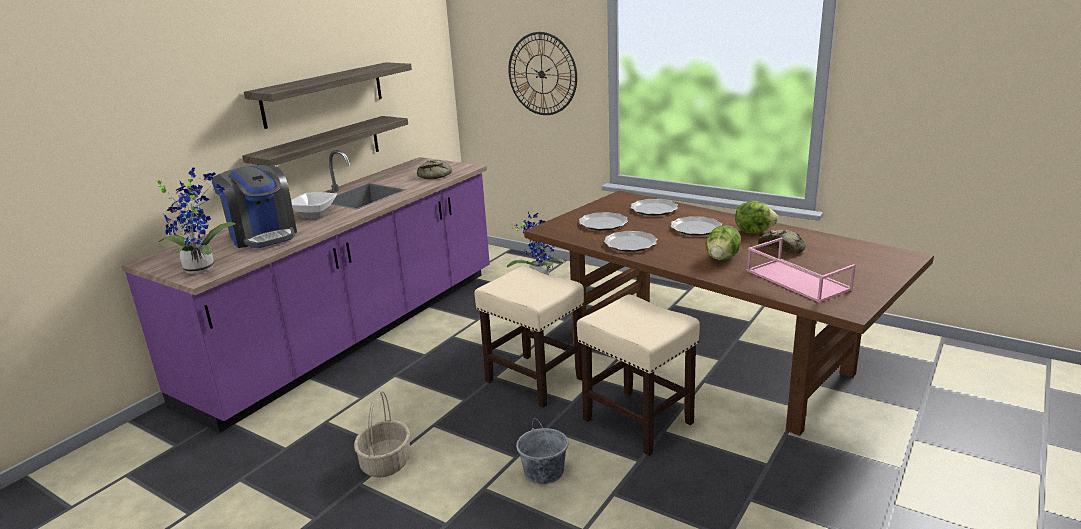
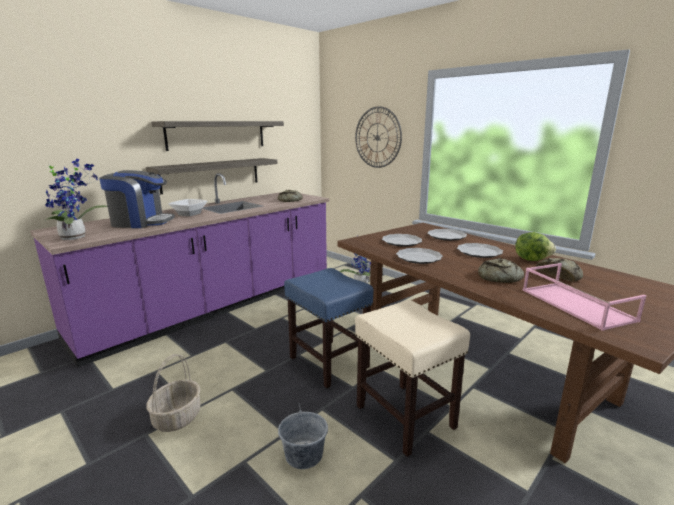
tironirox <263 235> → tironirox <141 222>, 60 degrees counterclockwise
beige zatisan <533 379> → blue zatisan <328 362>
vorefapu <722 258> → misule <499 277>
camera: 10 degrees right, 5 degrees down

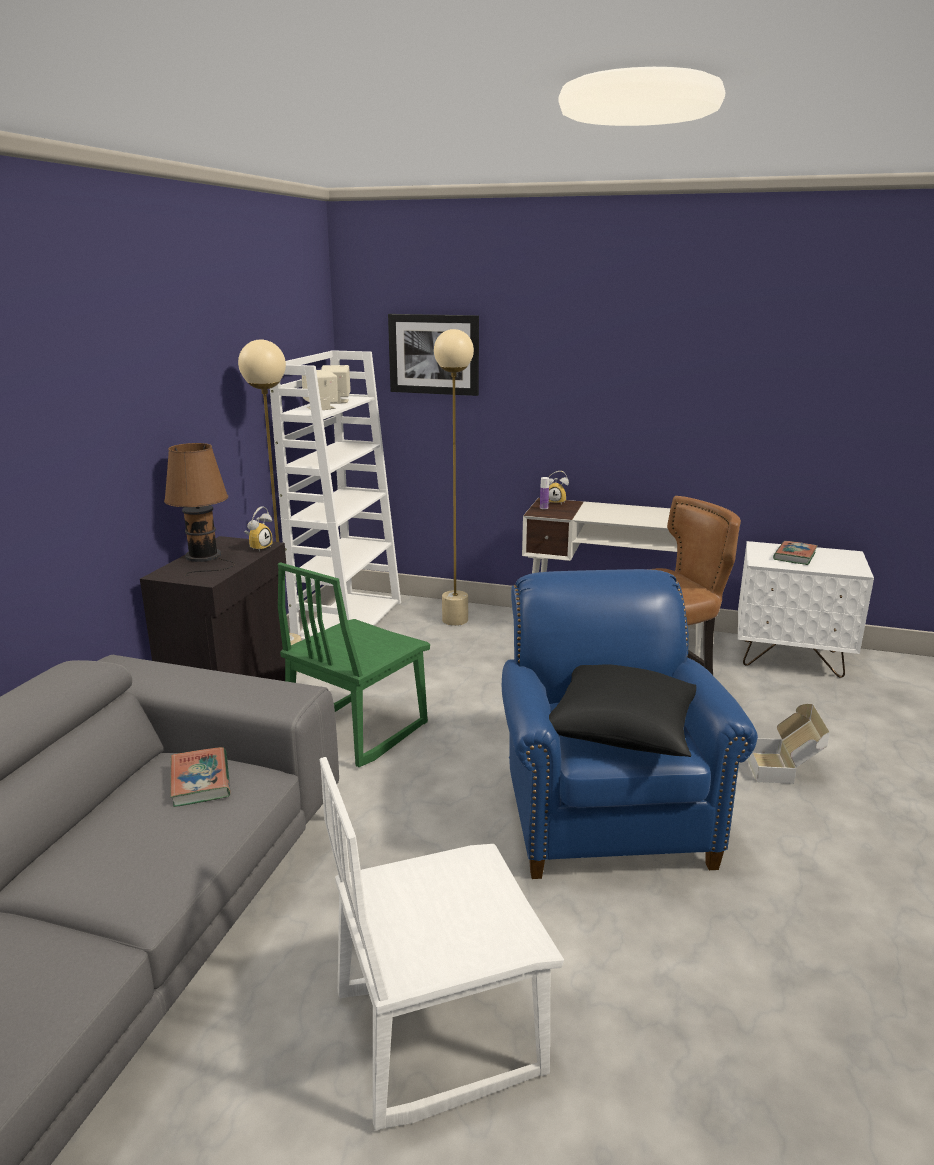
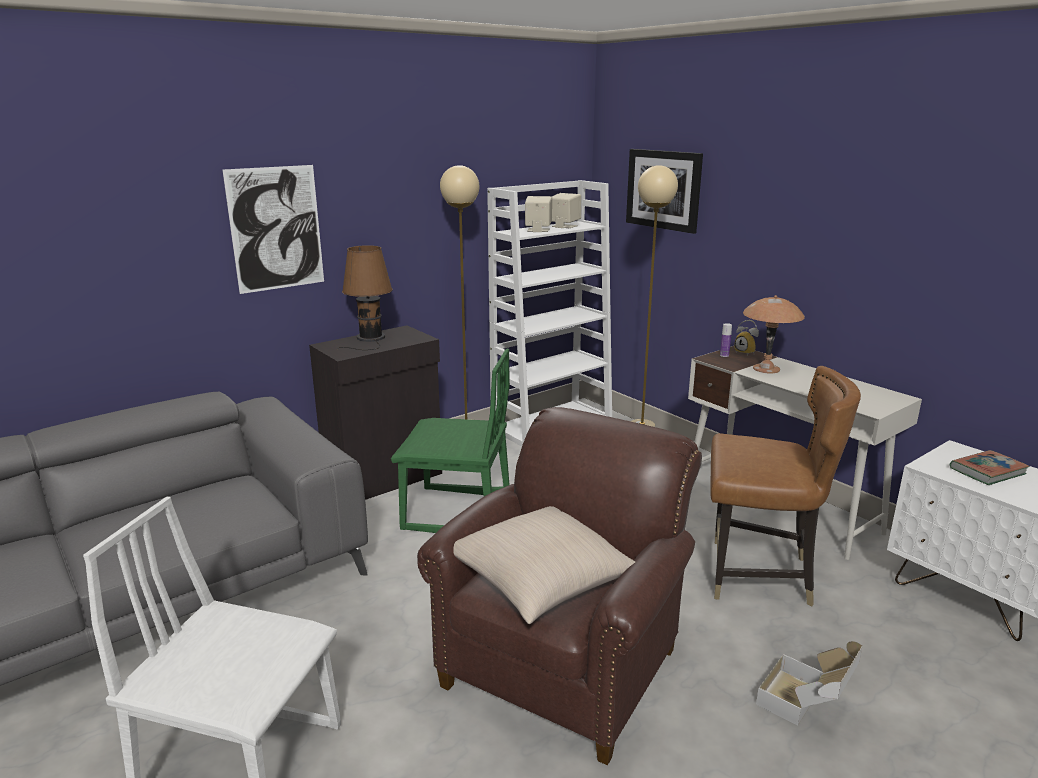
- → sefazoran <276 229>
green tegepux <356 730> → green tegepux <457 513>, 150 degrees counterclockwise
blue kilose <603 811> → brown kilose <566 661>
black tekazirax <622 730> → beige tekazirax <541 580>
- → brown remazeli <766 369>
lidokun <200 781> → -
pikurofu <259 548> → -
camera: 35 degrees right, 0 degrees up

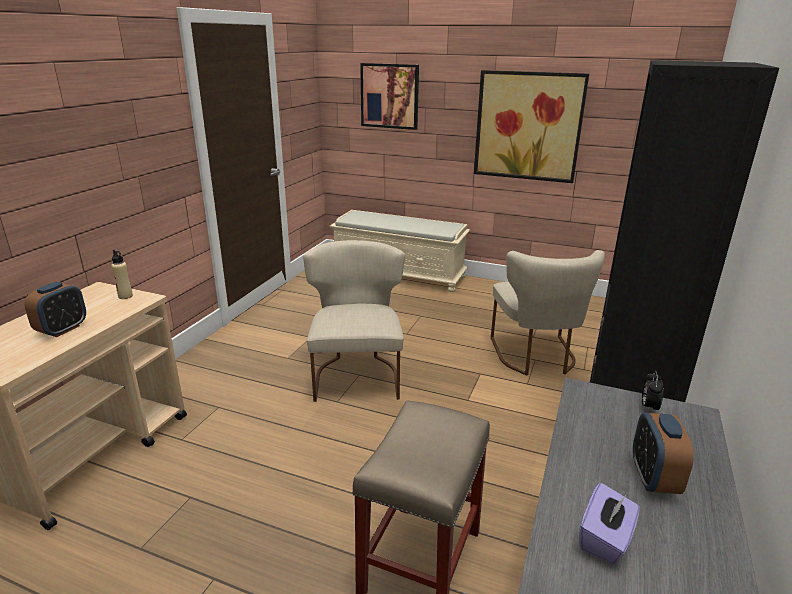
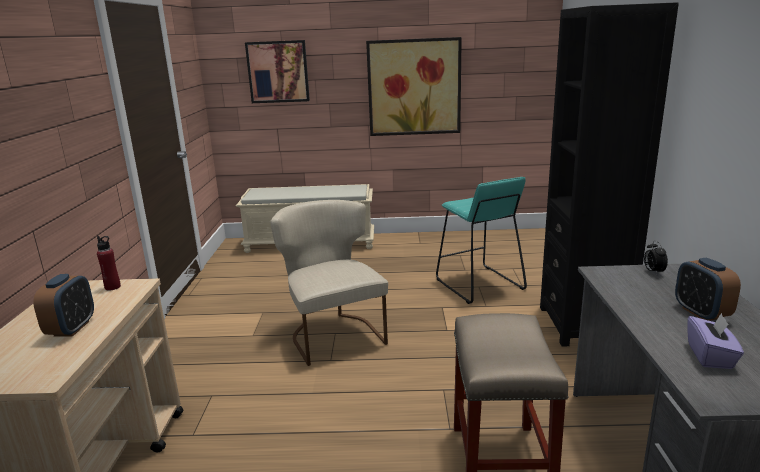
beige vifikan <125 296> → red vifikan <112 287>
beige tegepux <536 357> → turquoise zatisan <478 284>
camera: 20 degrees left, 5 degrees down

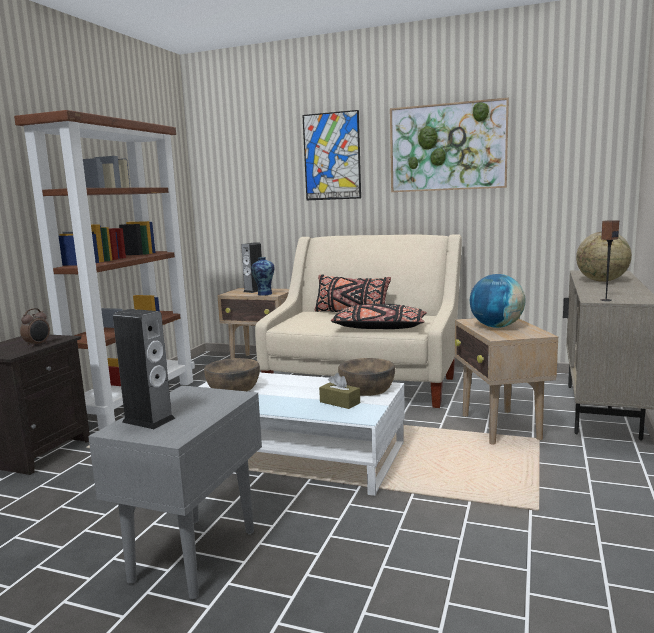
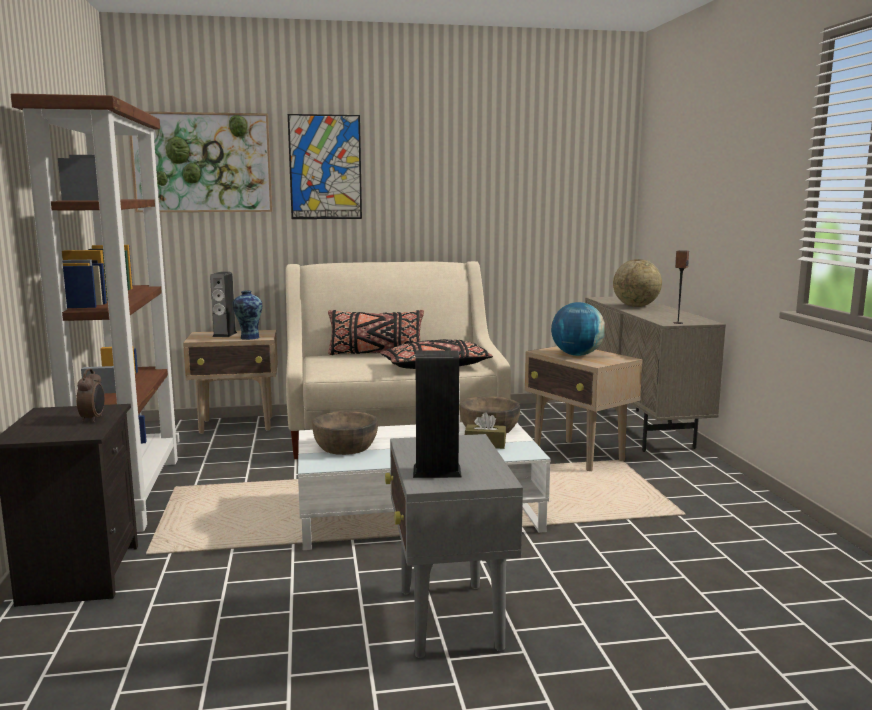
sefazoran <447 147> → sefazoran <202 163>, moved
camera: 30 degrees left, 0 degrees up

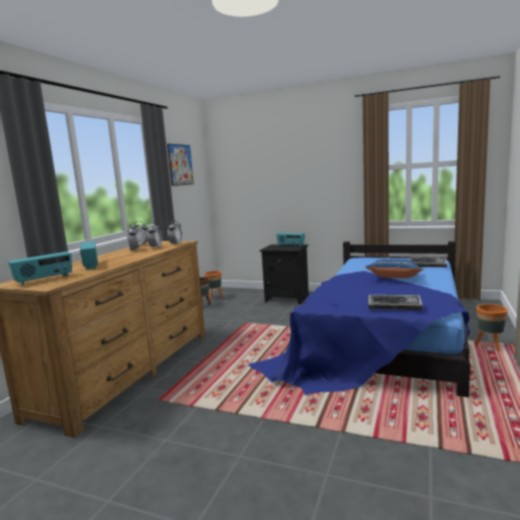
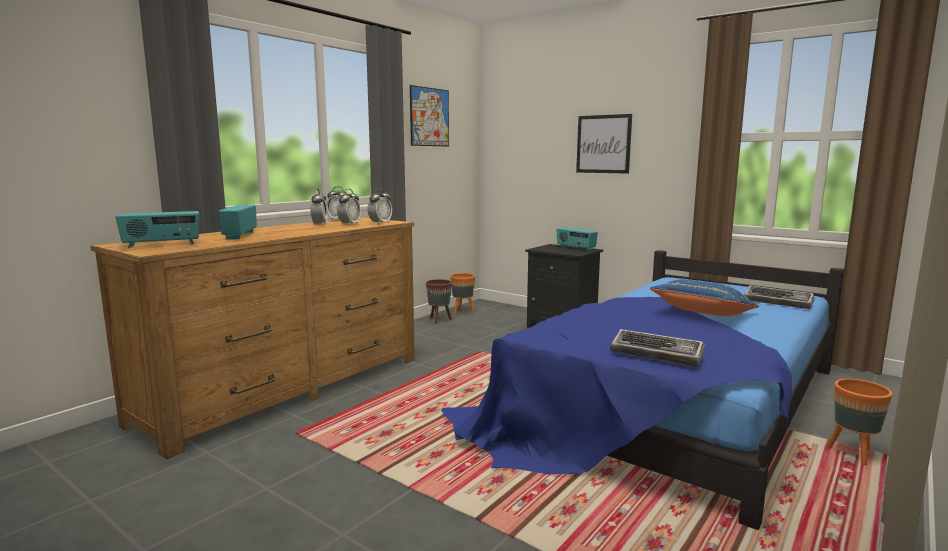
- → sefazoran <603 144>
camera: 15 degrees right, 0 degrees up

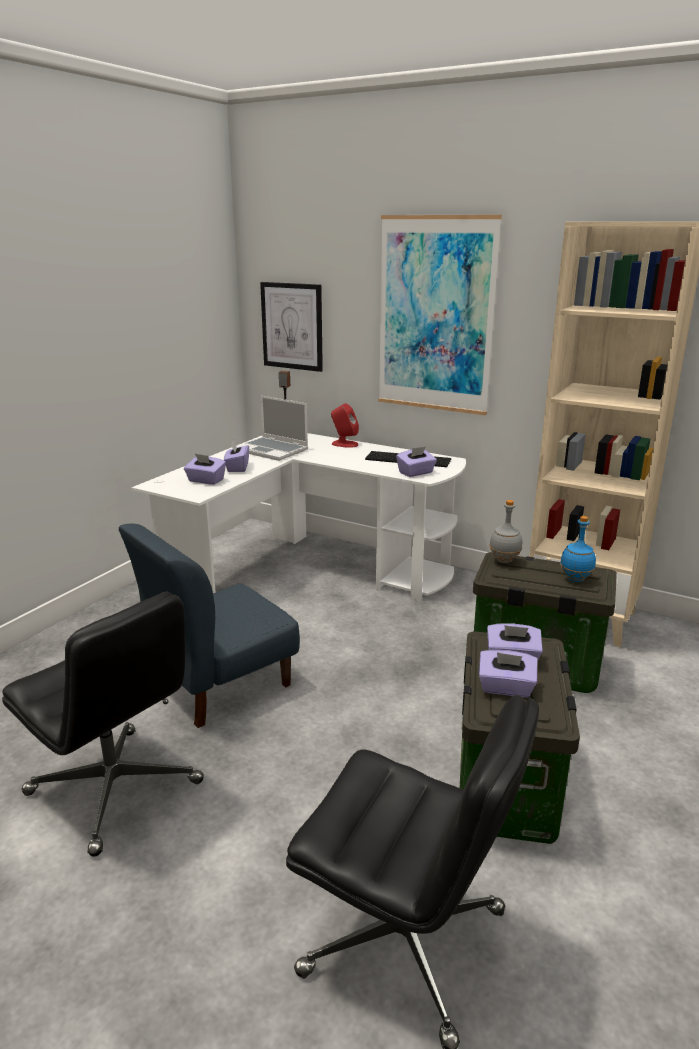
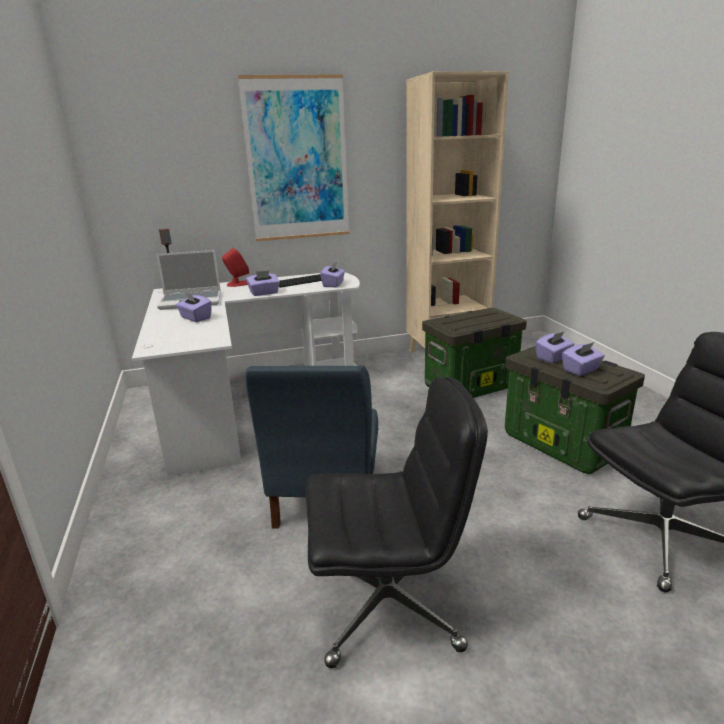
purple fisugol <205 481> → purple fisugol <264 293>, moved
sefazoran <292 326> → -
grey vifikan <504 560> → -
blue vifikan <575 579> → -
camera: 45 degrees left, 0 degrees up

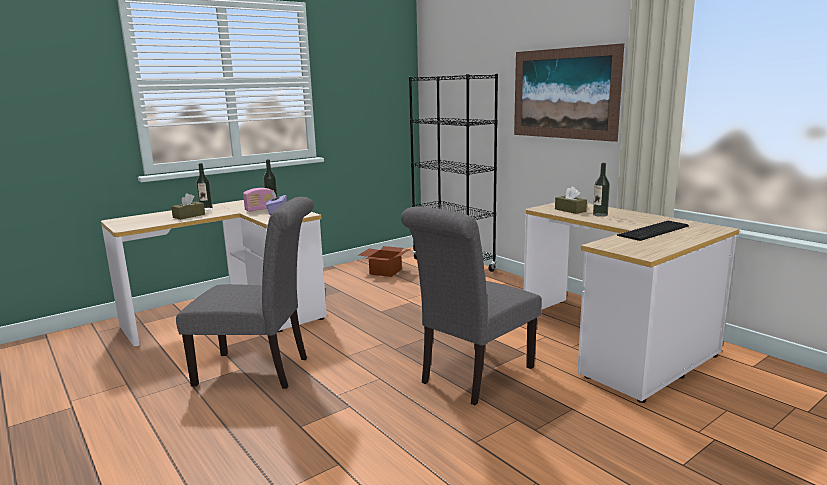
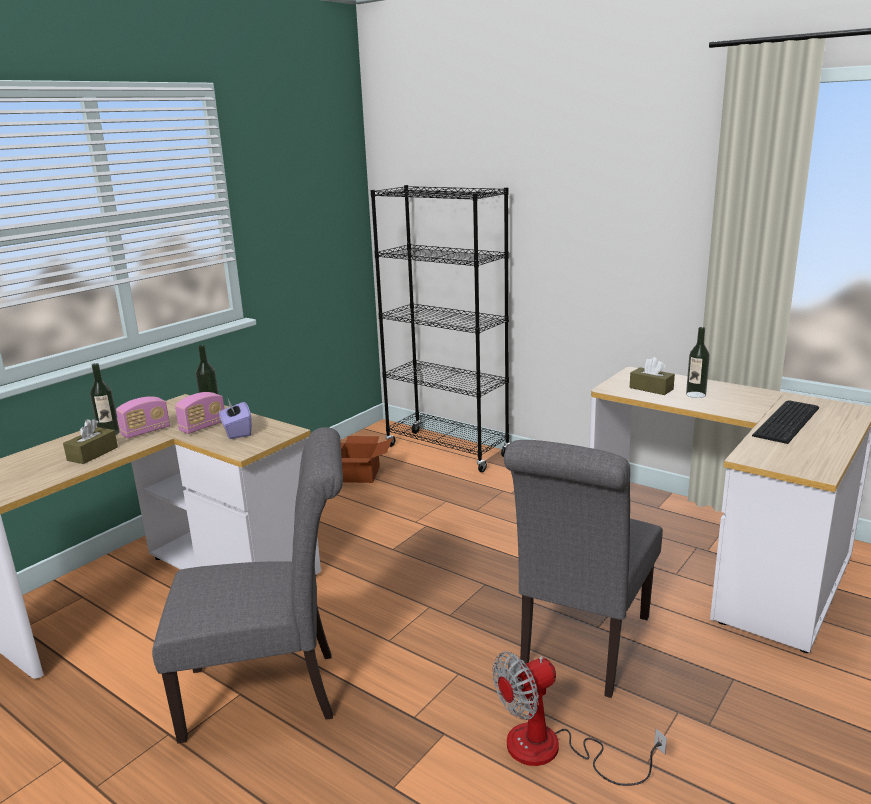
- → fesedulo <146 432>
- → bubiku <552 751>
sefazoran <564 93> → -
camera: 15 degrees left, 5 degrees up

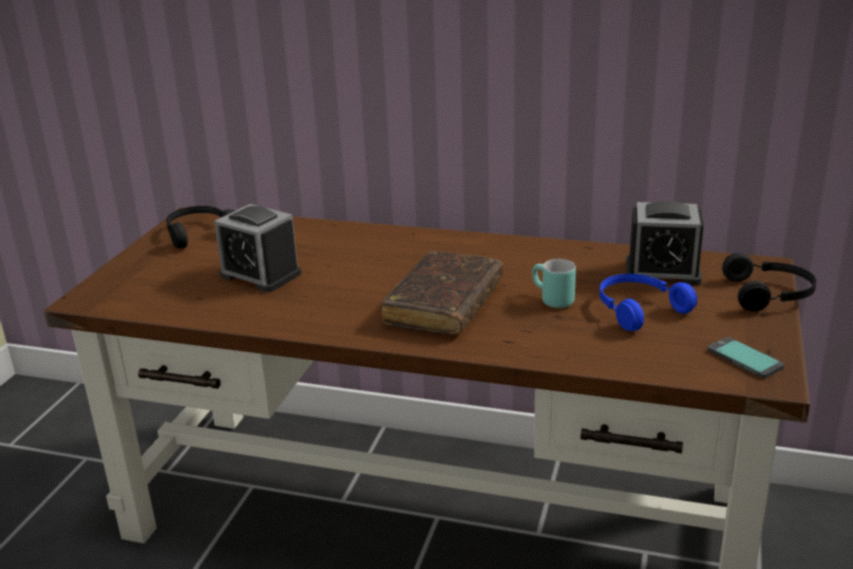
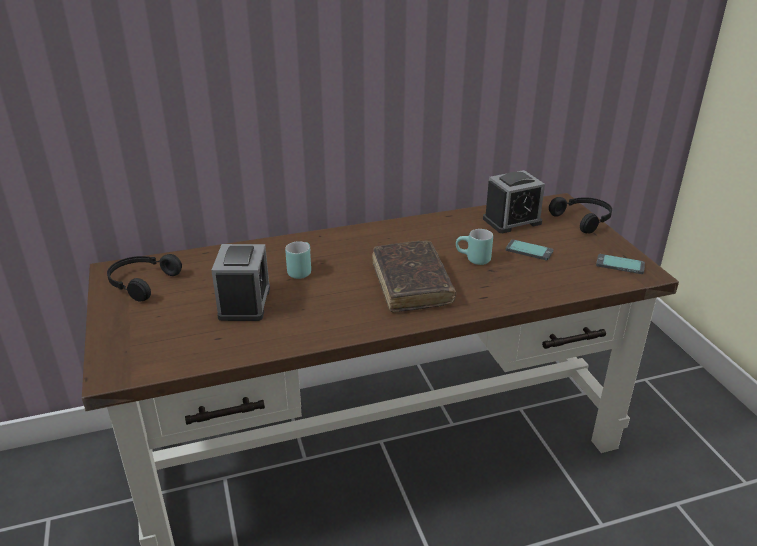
pikurofu <260 275> → pikurofu <244 303>, 90 degrees counterclockwise
- → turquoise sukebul <300 270>
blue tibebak <638 309> → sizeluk <529 250>
camera: 35 degrees left, 5 degrees up

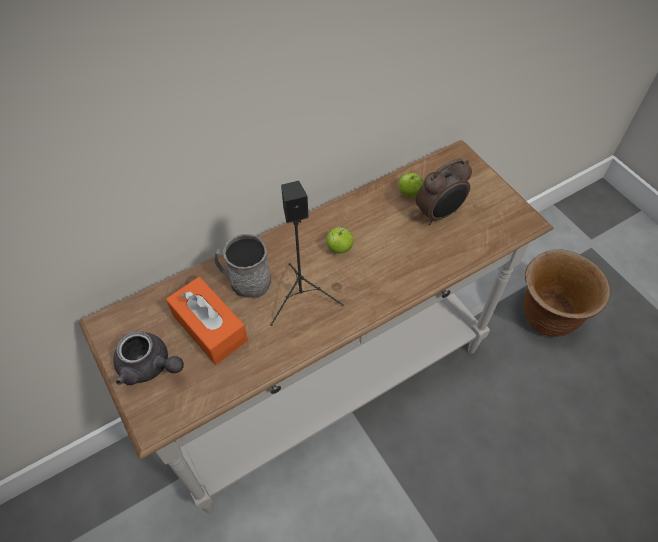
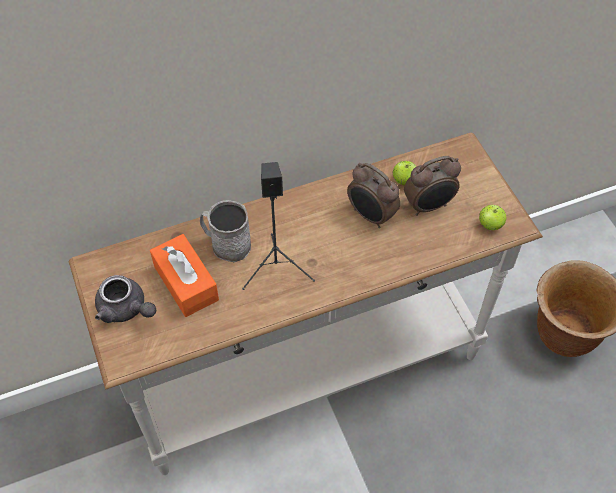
- → pikurofu <371 216>
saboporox <339 248> → saboporox <490 225>, moved
camera: 10 degrees right, 0 degrees up

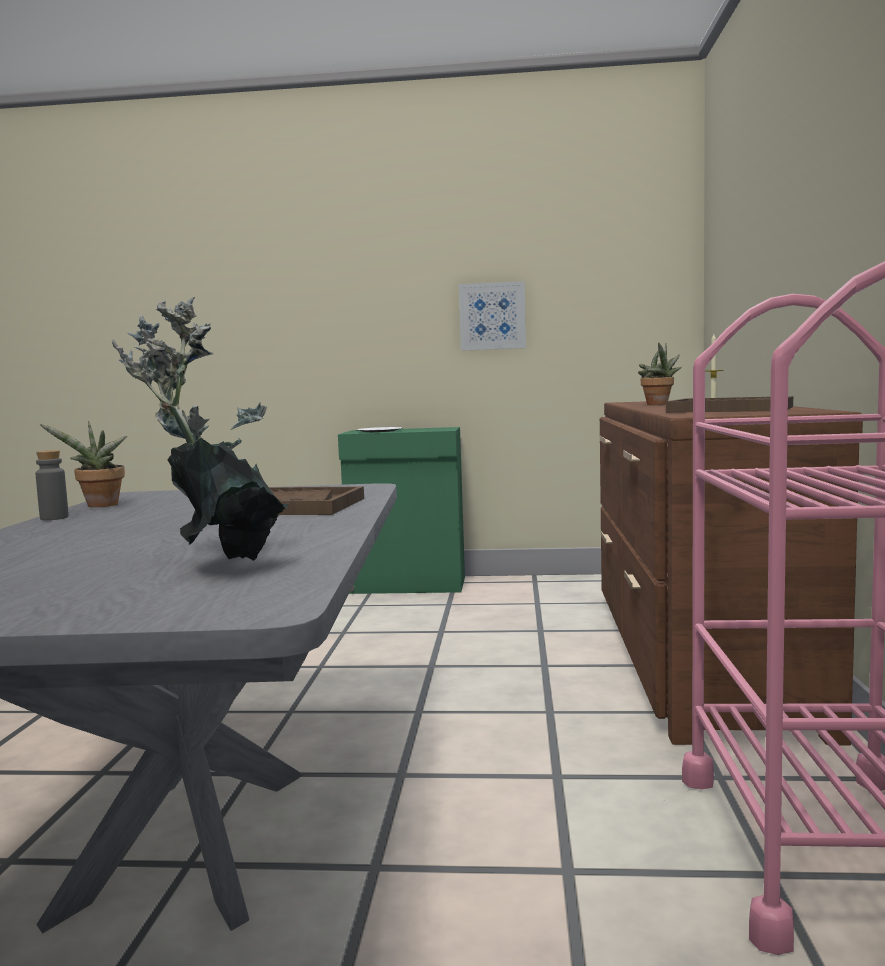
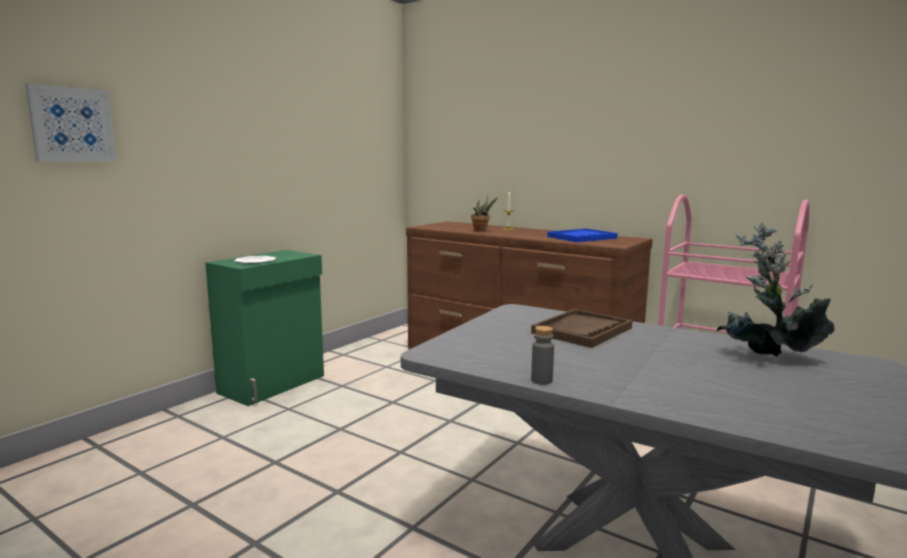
sefazoran <492 316> → sefazoran <72 124>, moved
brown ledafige <729 409> → blue ledafige <581 237>
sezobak <99 506> → -
camera: 60 degrees left, 5 degrees up

